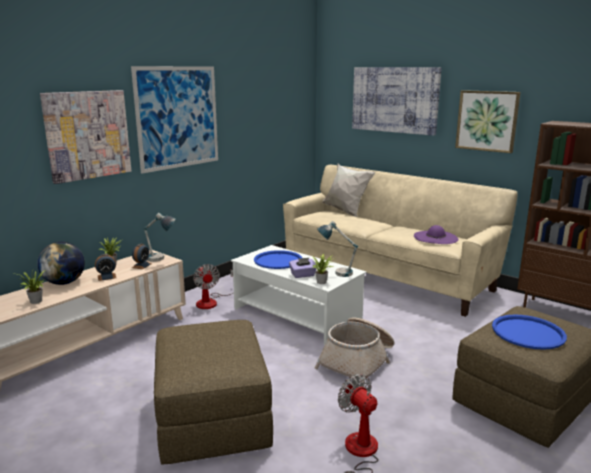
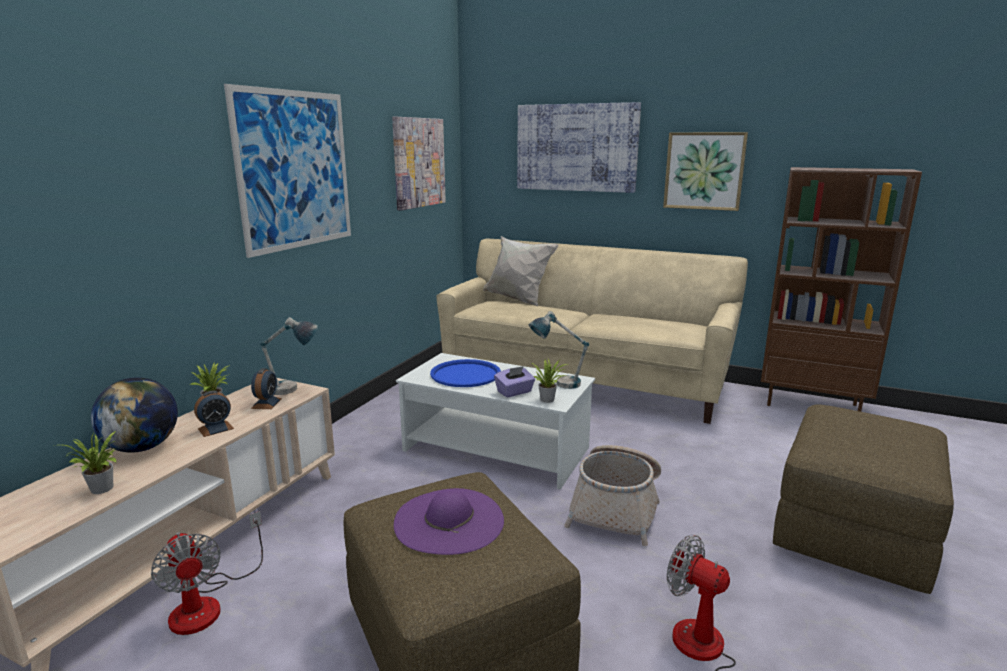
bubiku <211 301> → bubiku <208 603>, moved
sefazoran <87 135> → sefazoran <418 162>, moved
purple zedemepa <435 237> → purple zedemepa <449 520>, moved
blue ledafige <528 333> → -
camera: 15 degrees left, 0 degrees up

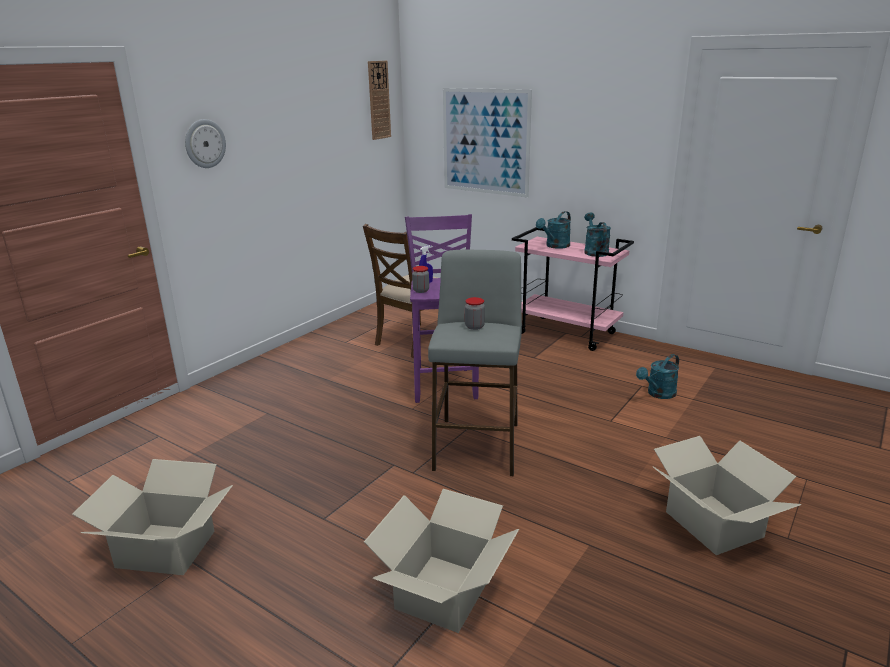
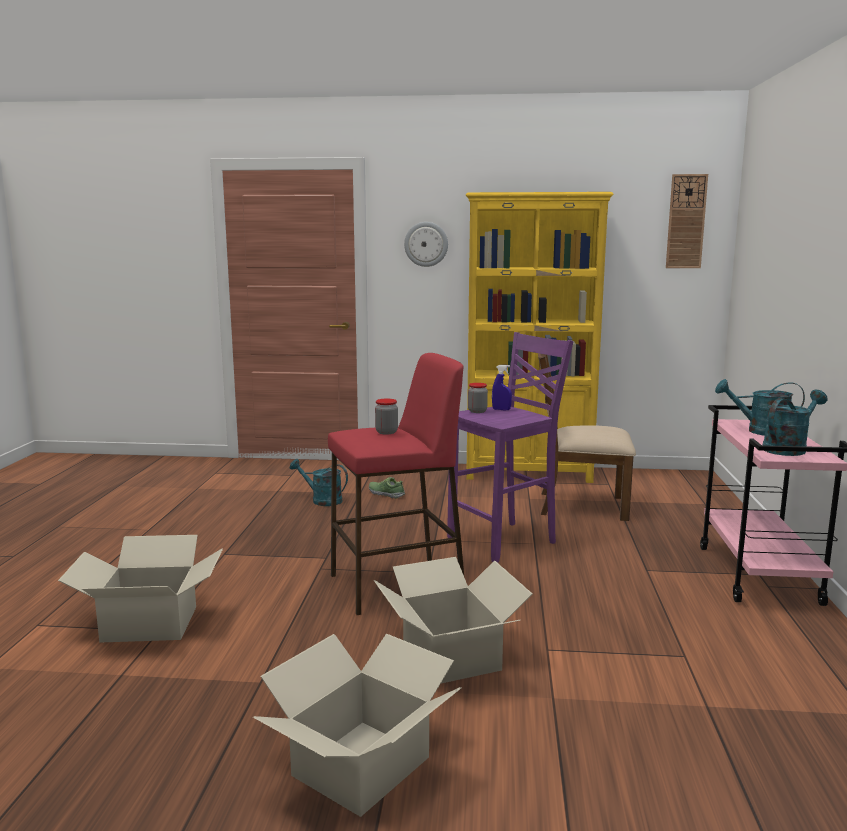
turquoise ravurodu <658 394> → turquoise ravurodu <322 500>, moved
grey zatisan <477 445> → red zatisan <397 584>
- → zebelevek <386 494>
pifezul <166 549> → pifezul <450 656>, moved
- → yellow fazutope <529 473>
sefazoran <485 142> → -
camera: 60 degrees right, 10 degrees down

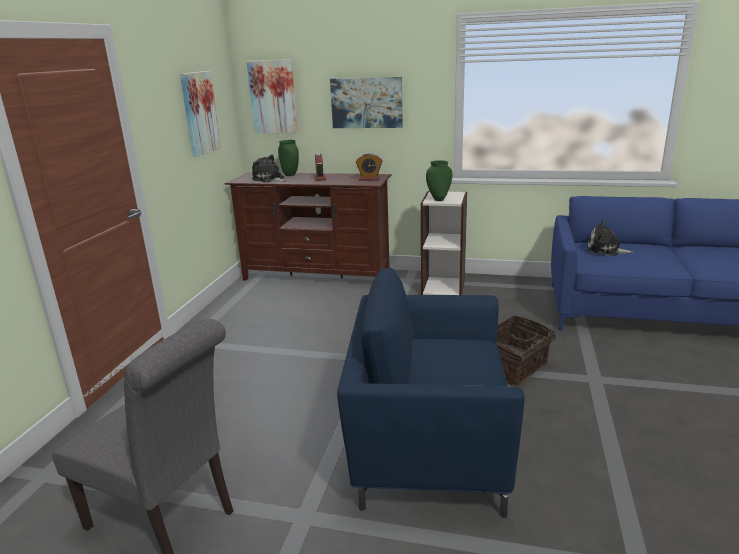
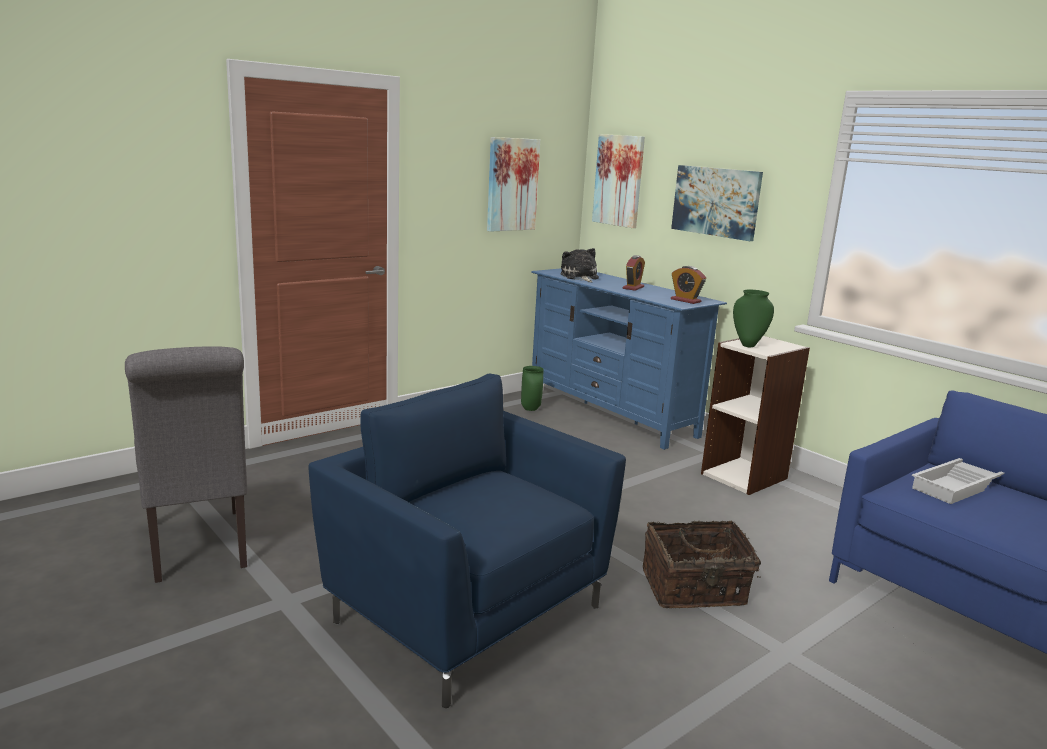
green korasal <290 175> → green korasal <531 409>, moved
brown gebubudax <317 276> → blue gebubudax <611 413>
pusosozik <606 250> → white ledafige <959 486>
camera: 35 degrees right, 5 degrees down

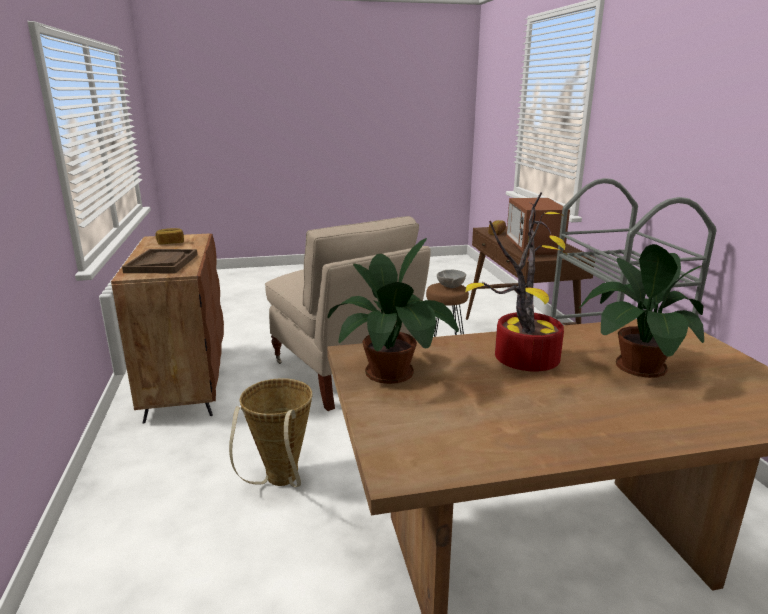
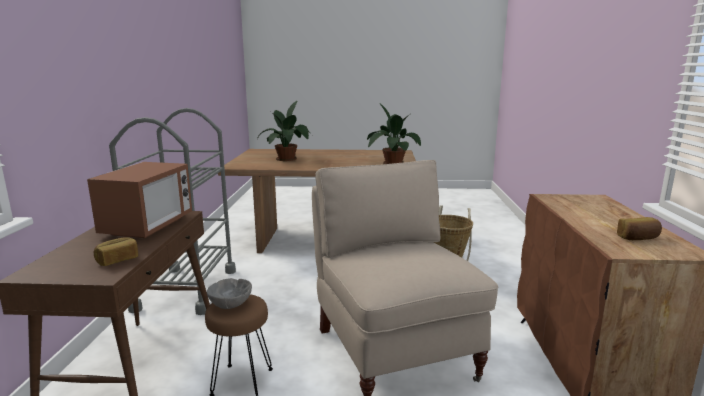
brown ledafige <162 263> → -
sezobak <523 357> → -
camera: 165 degrees left, 5 degrees down

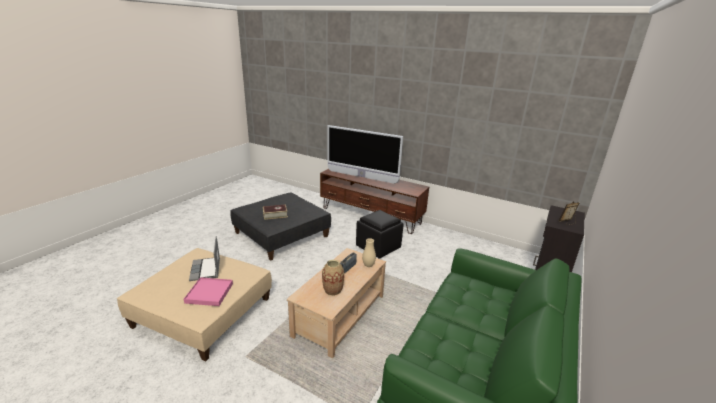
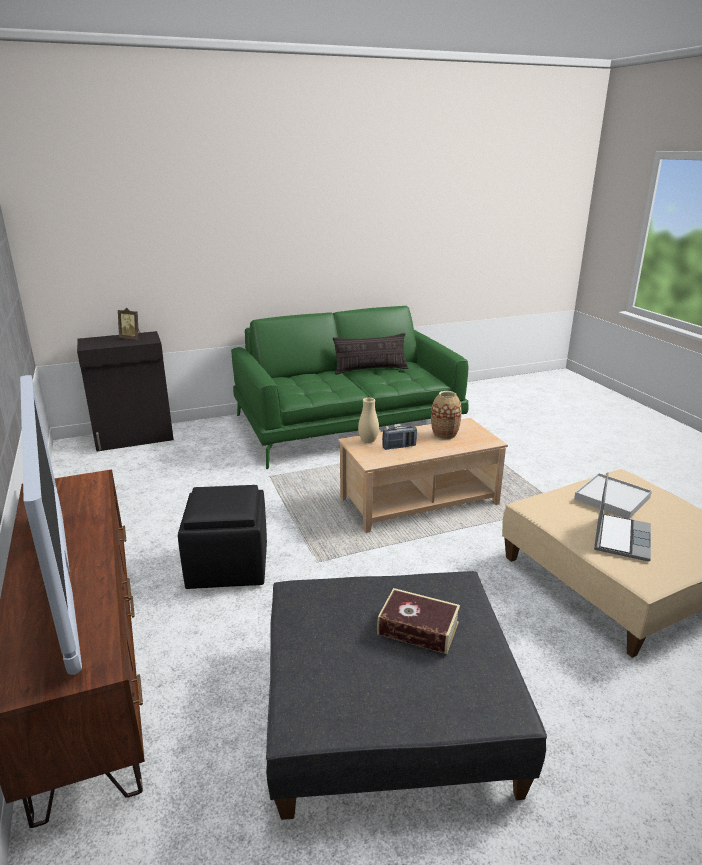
- → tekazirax <370 370>
pink ledafige <209 293> → white ledafige <612 498>
camera: 140 degrees left, 0 degrees up

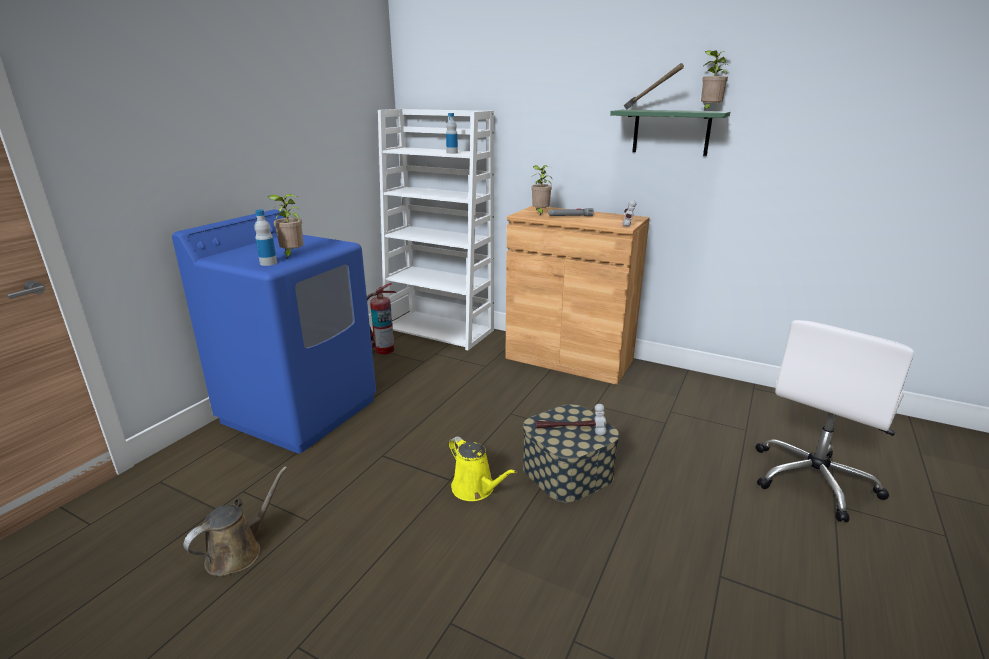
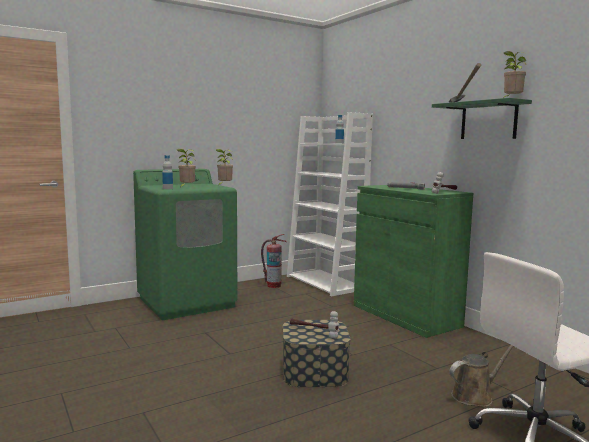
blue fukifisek <300 410> → green fukifisek <187 302>
sezobak <540 213> → sezobak <224 186>, moved
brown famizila <569 359> → green famizila <405 315>
brown ravurodu <239 552> → brown ravurodu <475 396>, moved
yellow ravurodu <476 489> → -
camera: 30 degrees right, 15 degrees down

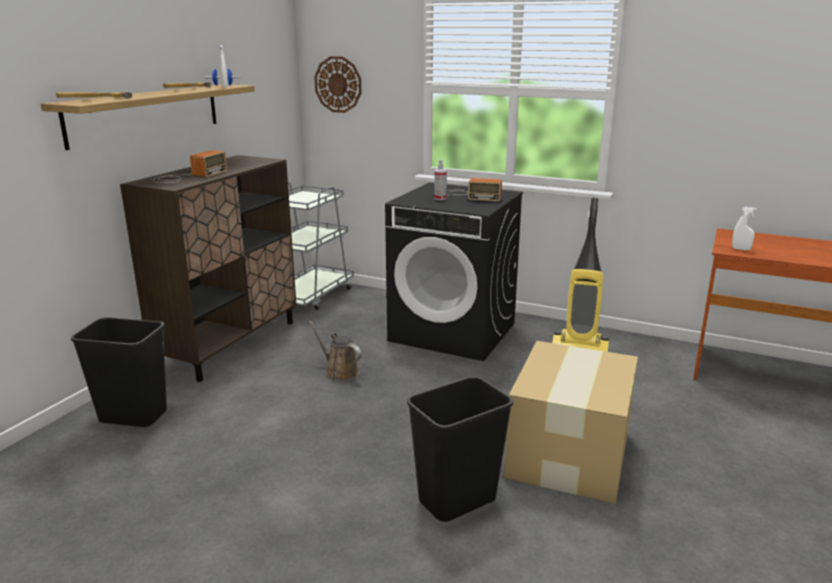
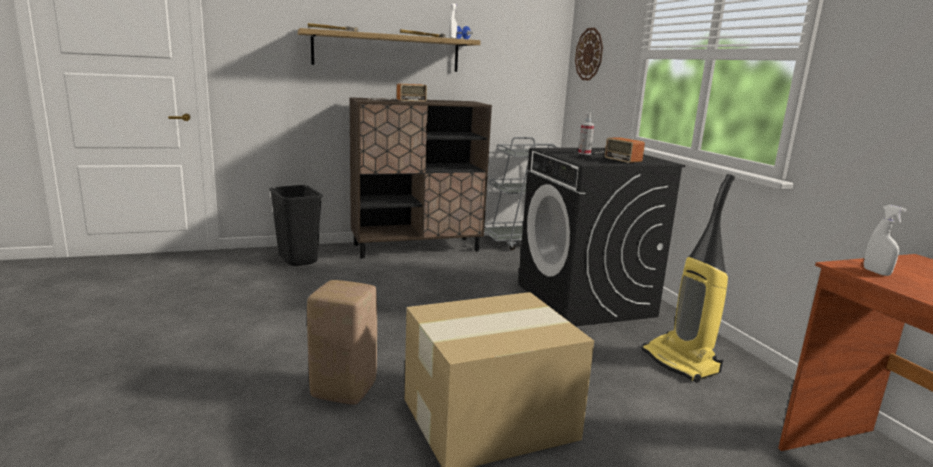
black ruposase <457 500> → beige zatisan <345 390>
brown ravurodu <340 371> → -
camera: 45 degrees right, 5 degrees down

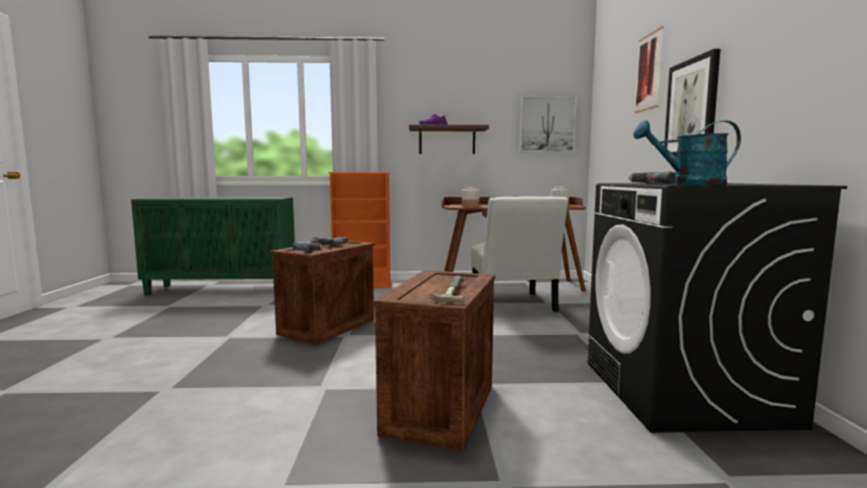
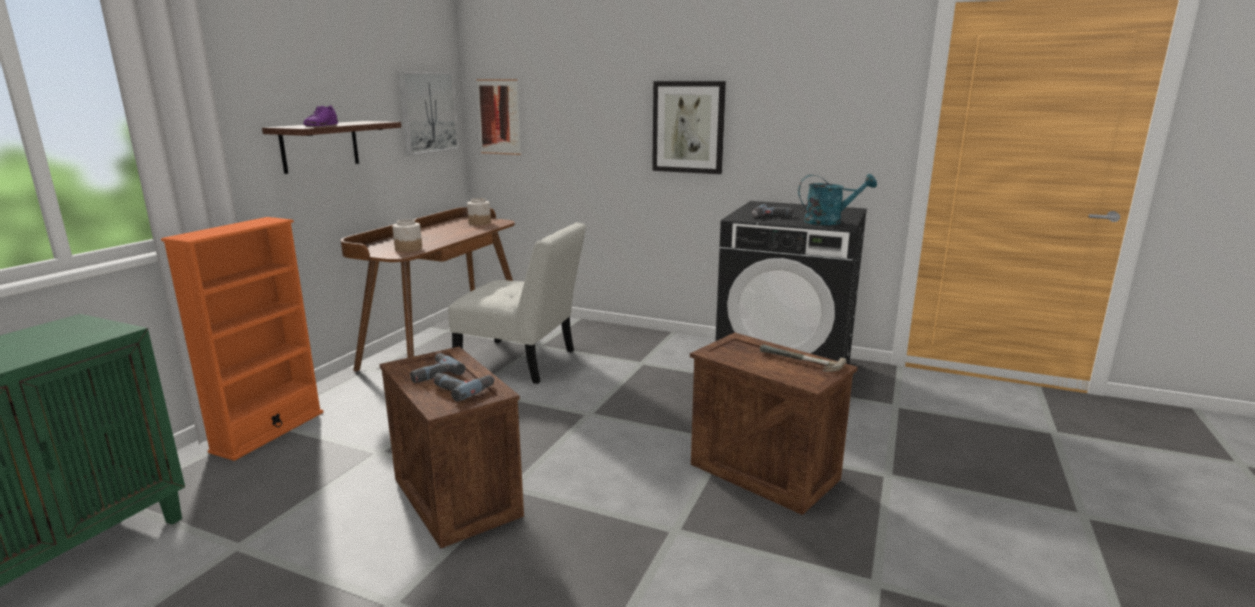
sefazoran <649 72> → sefazoran <499 117>, moved
turquoise ravurodu <689 184> → turquoise ravurodu <829 221>, 120 degrees counterclockwise
camera: 65 degrees left, 10 degrees up

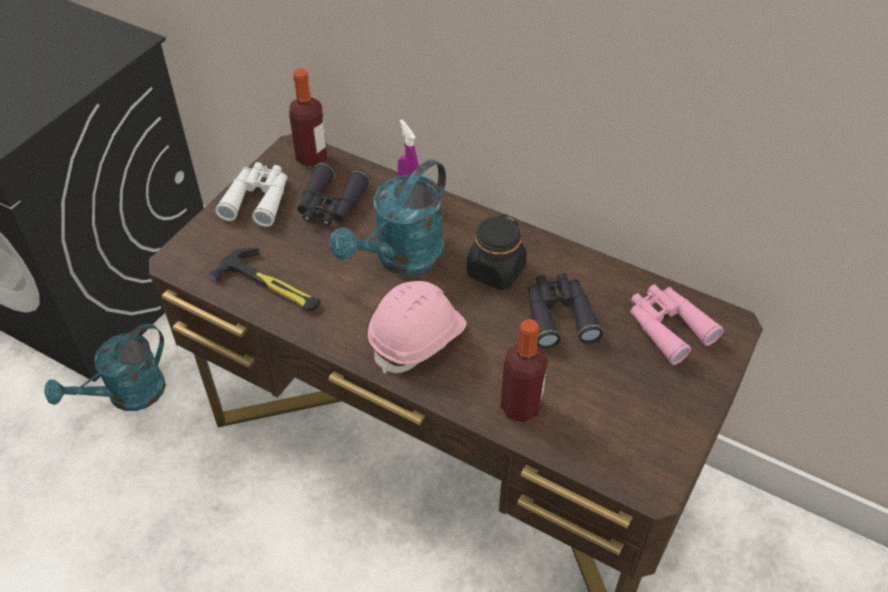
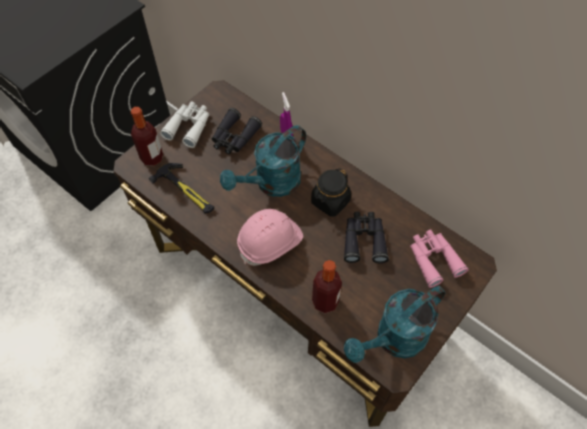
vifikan <312 158> → vifikan <152 157>, moved
turquoise ravurodu <127 396> → turquoise ravurodu <394 340>, moved
camera: 10 degrees right, 10 degrees up

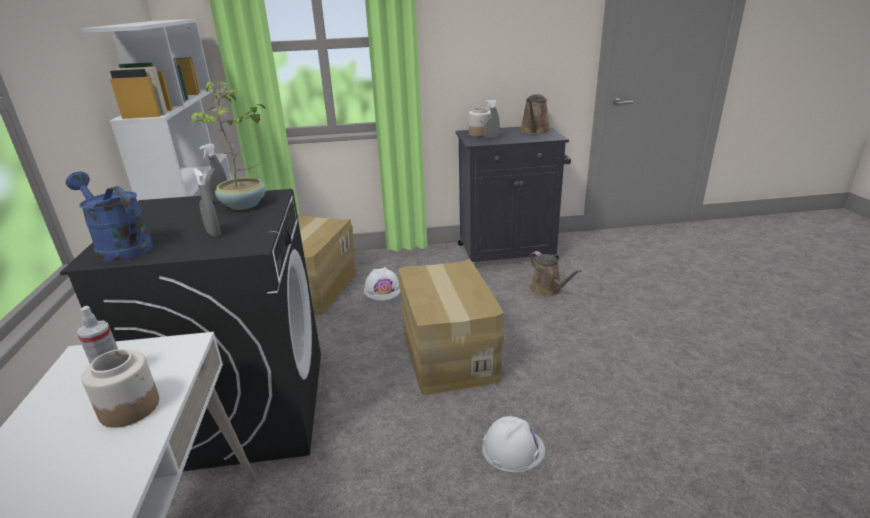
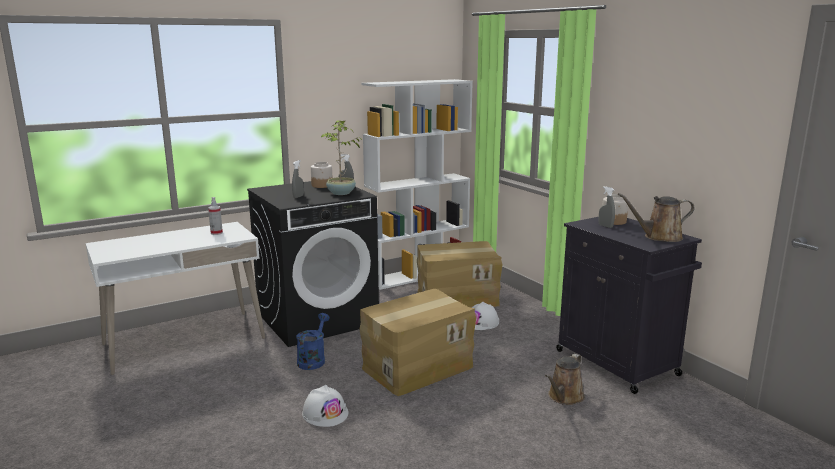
blue ravurodu <119 247> → blue ravurodu <313 359>, moved
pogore <130 407> → pogore <322 185>, moved
camera: 65 degrees right, 10 degrees down

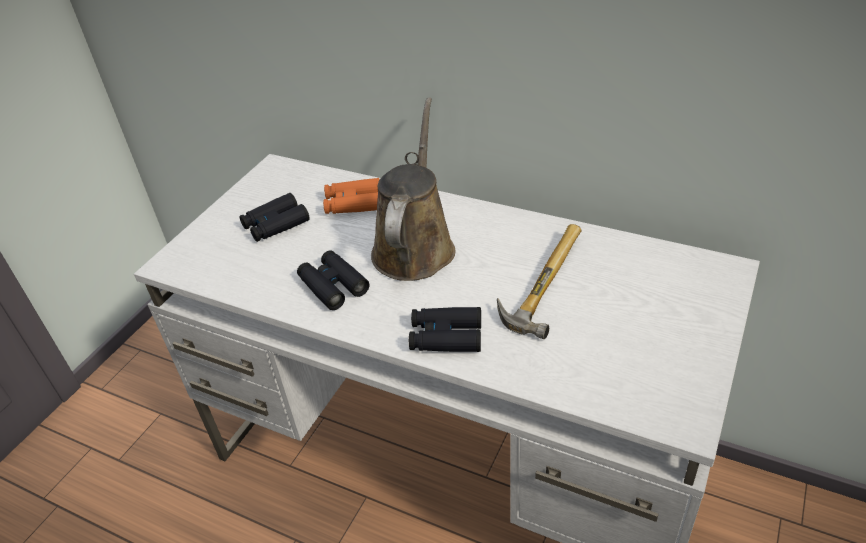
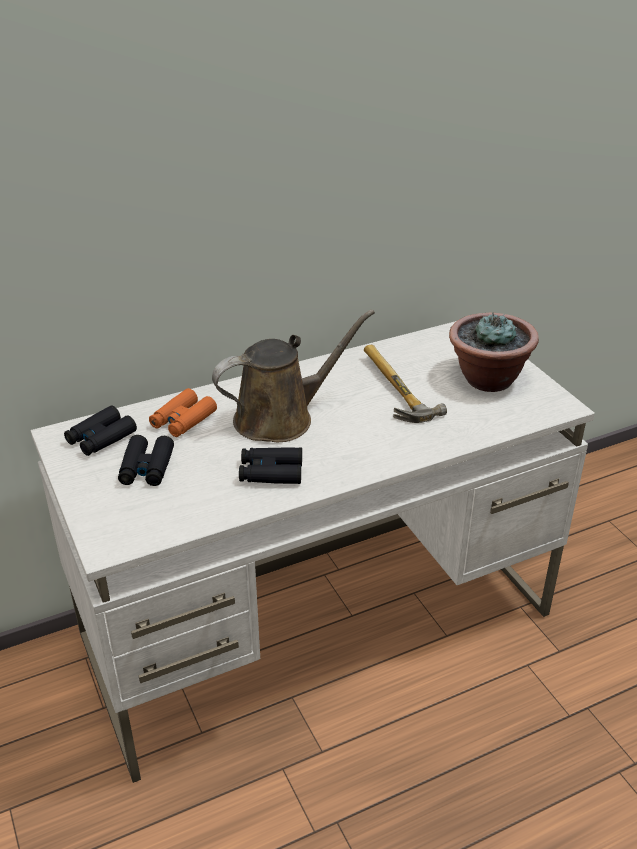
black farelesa <446 336> → black farelesa <101 438>, moved
brown ravurodu <415 246> → brown ravurodu <281 418>, 105 degrees clockwise
- → sezobak <487 379>
camera: 55 degrees left, 5 degrees down

